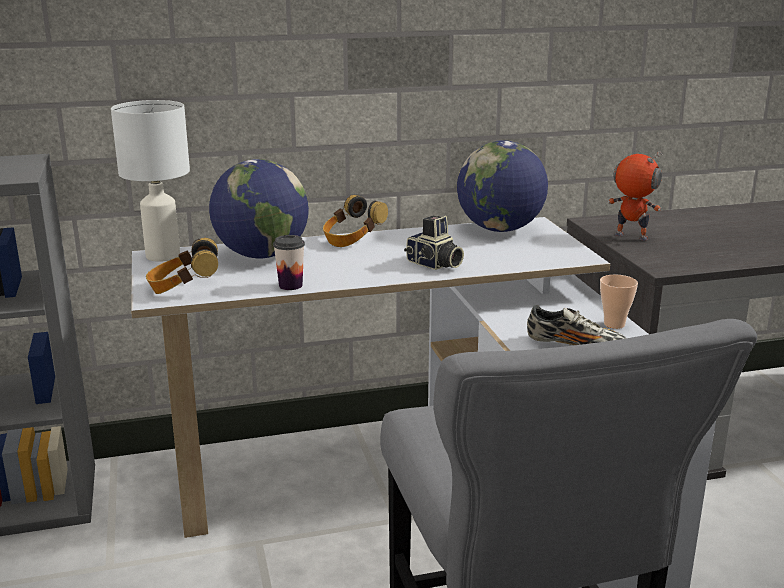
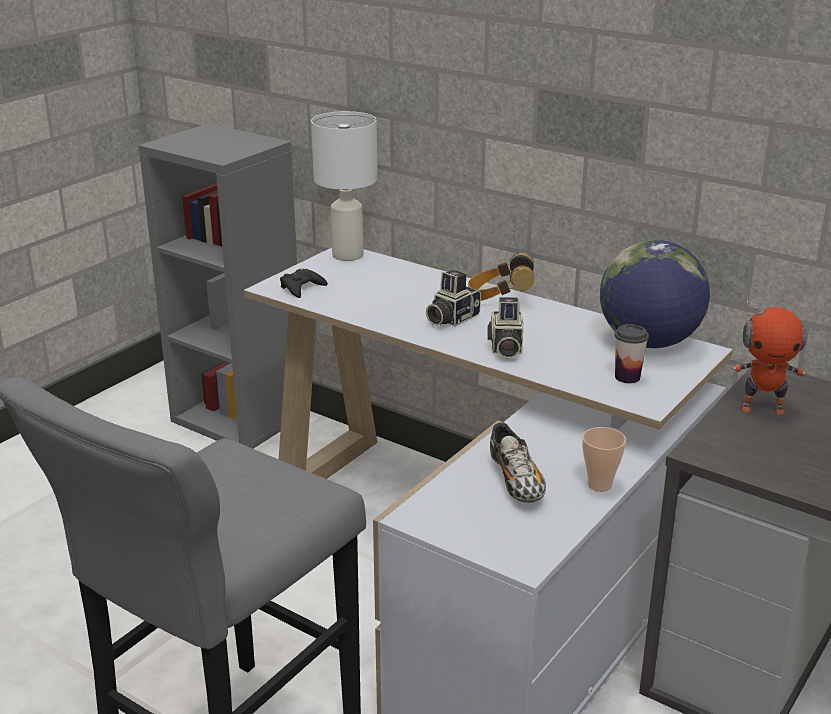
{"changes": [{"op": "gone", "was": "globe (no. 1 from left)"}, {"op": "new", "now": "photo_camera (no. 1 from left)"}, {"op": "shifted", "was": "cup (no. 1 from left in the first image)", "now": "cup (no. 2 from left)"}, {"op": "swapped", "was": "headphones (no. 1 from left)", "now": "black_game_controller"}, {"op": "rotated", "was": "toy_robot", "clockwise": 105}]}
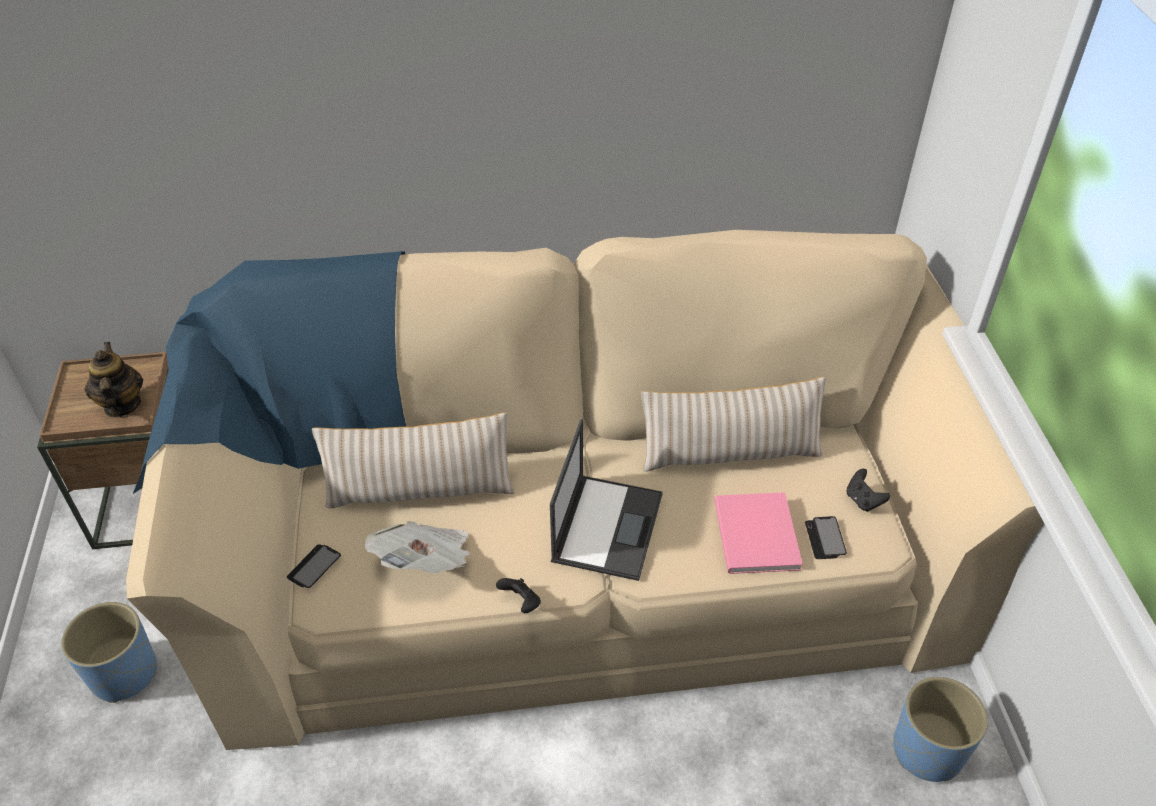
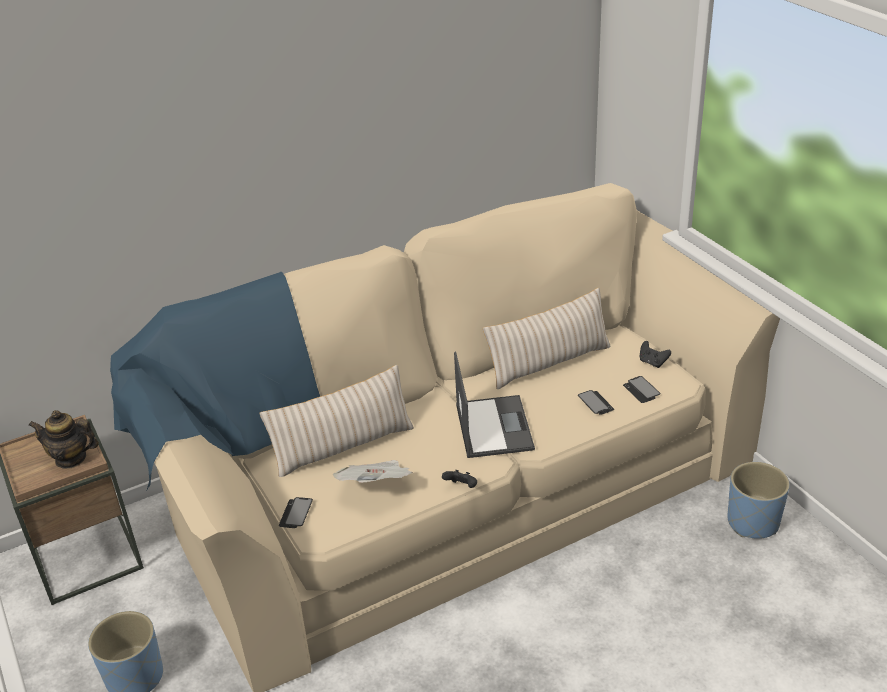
{"changes": [{"op": "swapped", "was": "pink_book", "now": "phone (no. 2 from left)"}, {"op": "rotated", "was": "teapot", "clockwise": -45}]}
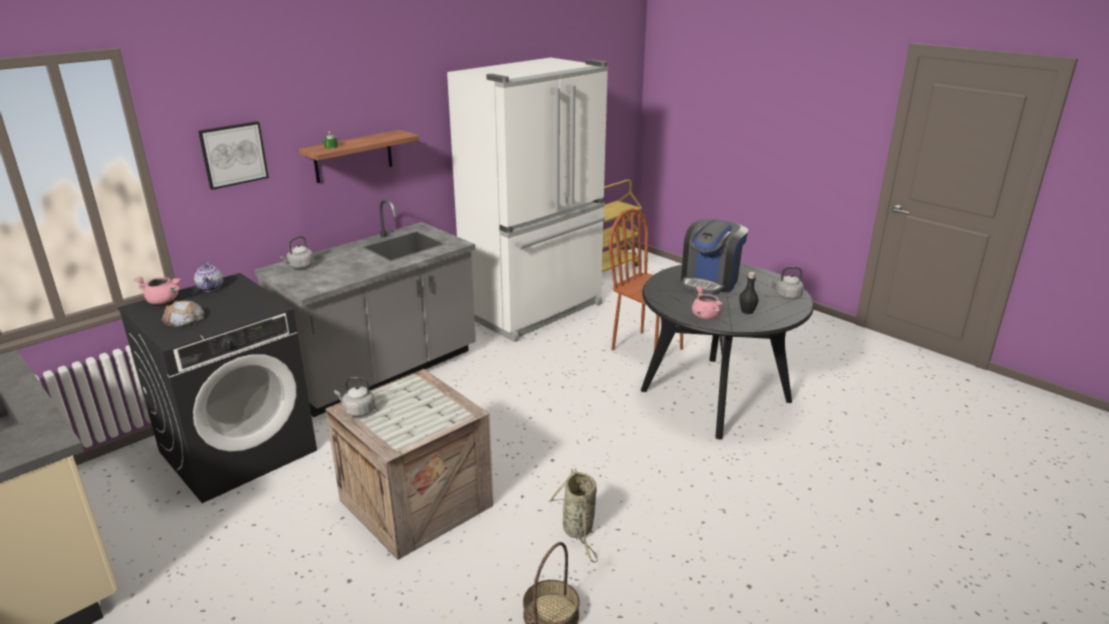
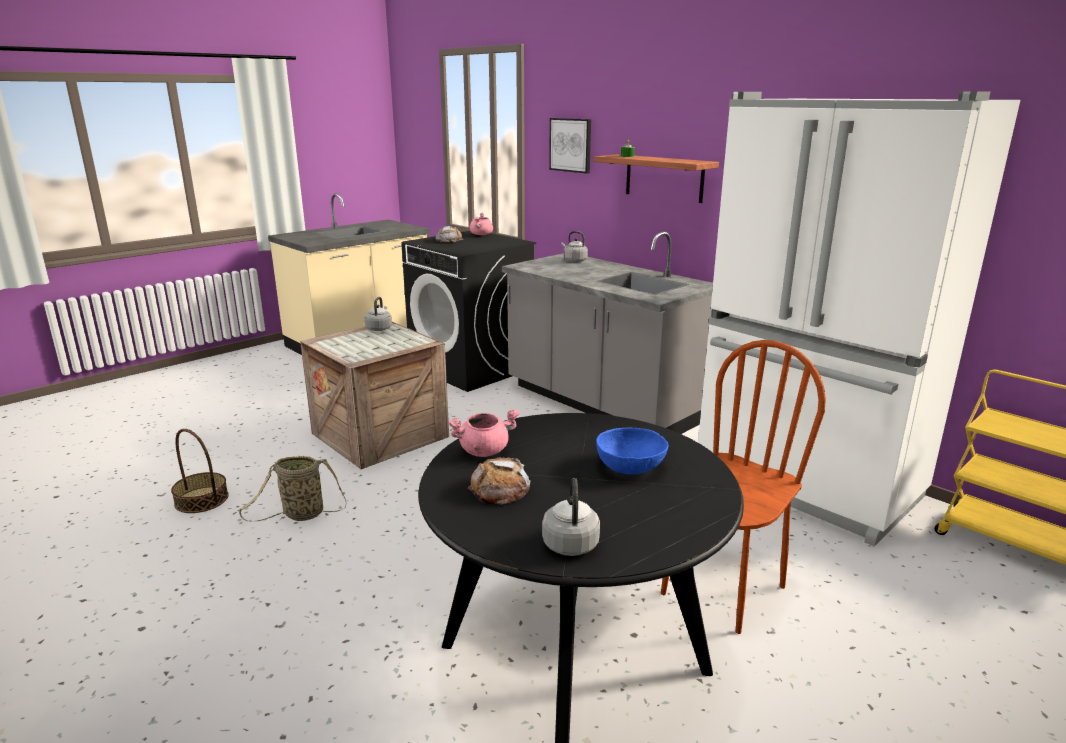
{"changes": [{"op": "gone", "was": "teapot"}, {"op": "swapped", "was": "coffee_machine", "now": "blue_bowl"}, {"op": "swapped", "was": "black_bottle", "now": "bread (no. 2 from left)"}]}
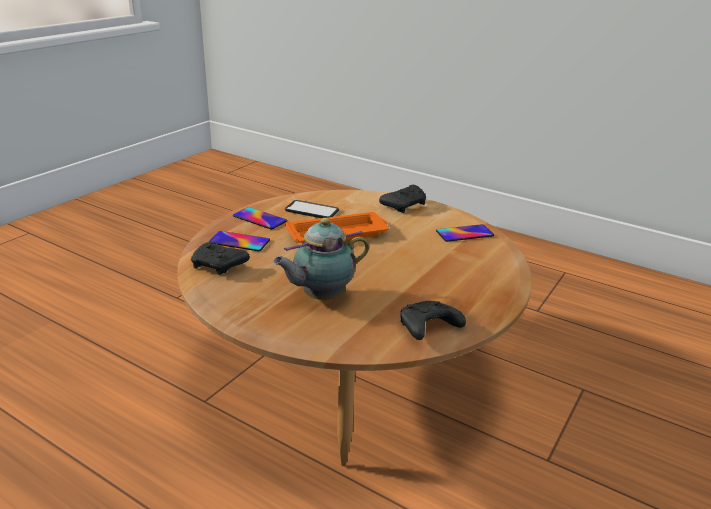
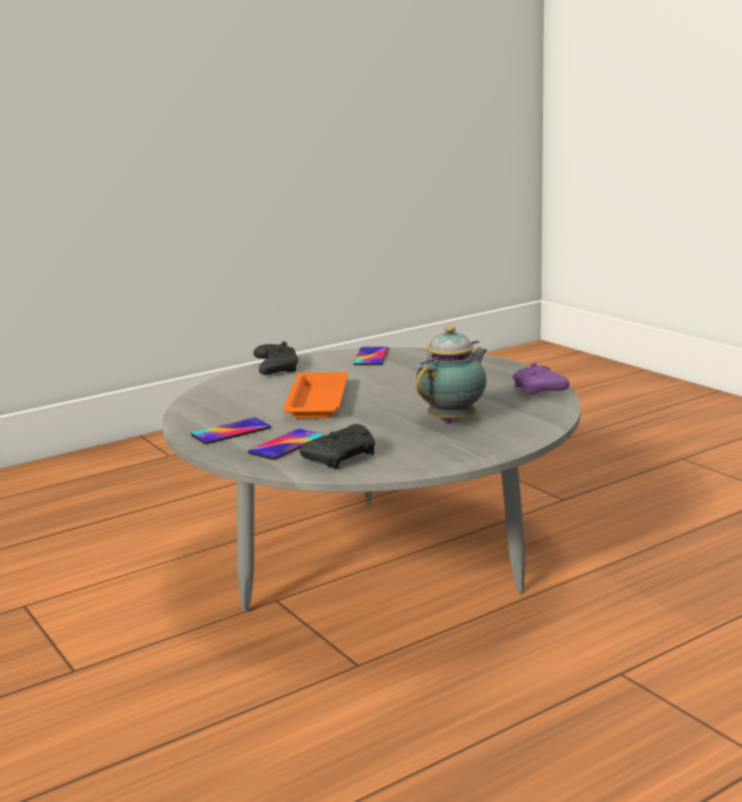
{"changes": [{"op": "gone", "was": "phone (no. 3 from left)"}, {"op": "repainted", "was": "brown_coffee_table", "now": "grey_coffee_table"}, {"op": "repainted", "was": "black_game_controller (no. 3 from left)", "now": "purple_game_controller"}, {"op": "rotated", "was": "teapot", "clockwise": -135}]}
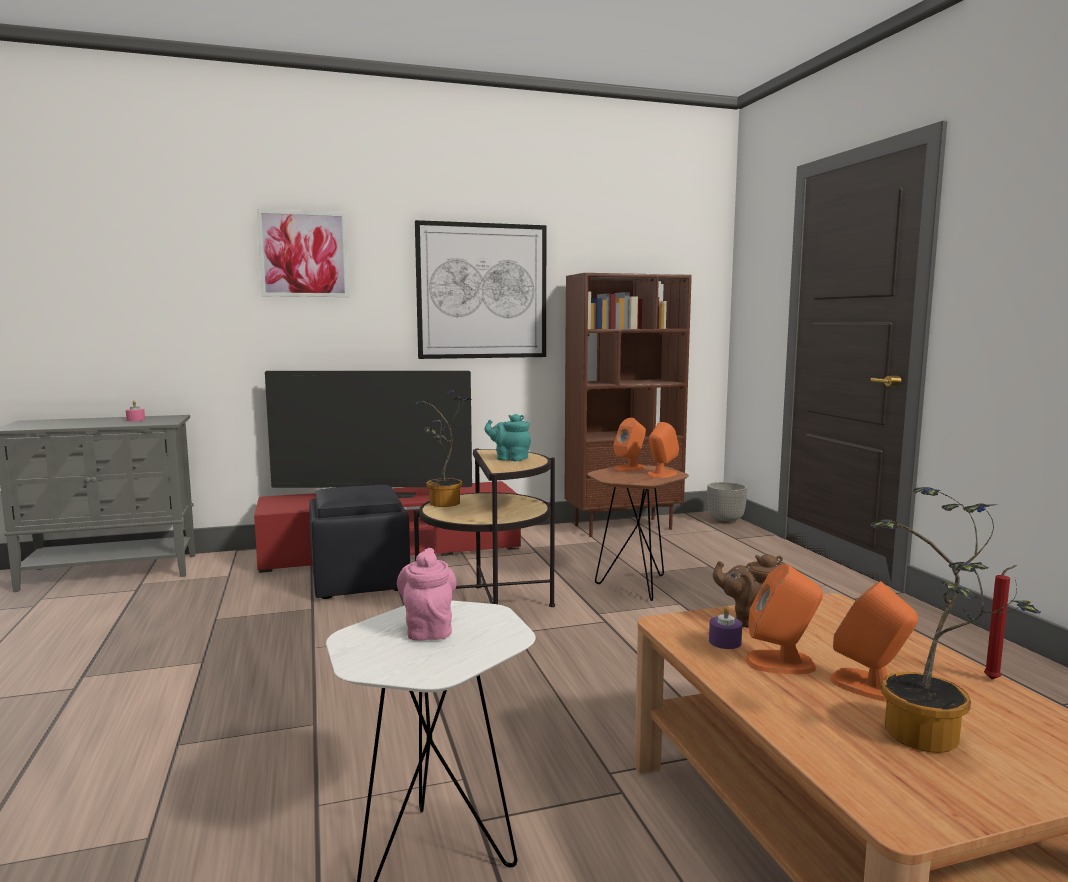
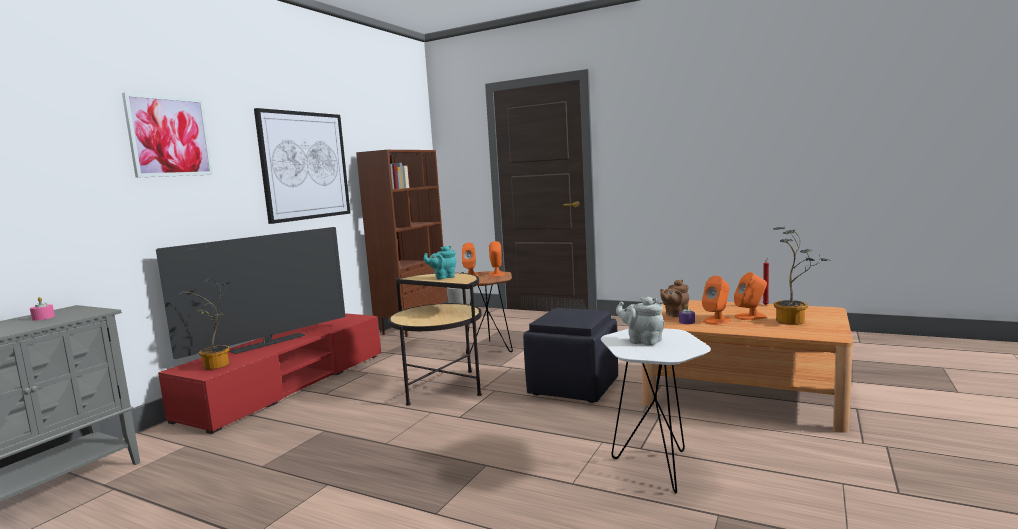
{"changes": [{"op": "shifted", "was": "black_ottoman"}, {"op": "shifted", "was": "potted_plant (no. 1 from left)"}, {"op": "repainted", "was": "pink_teapot", "now": "grey_teapot"}]}
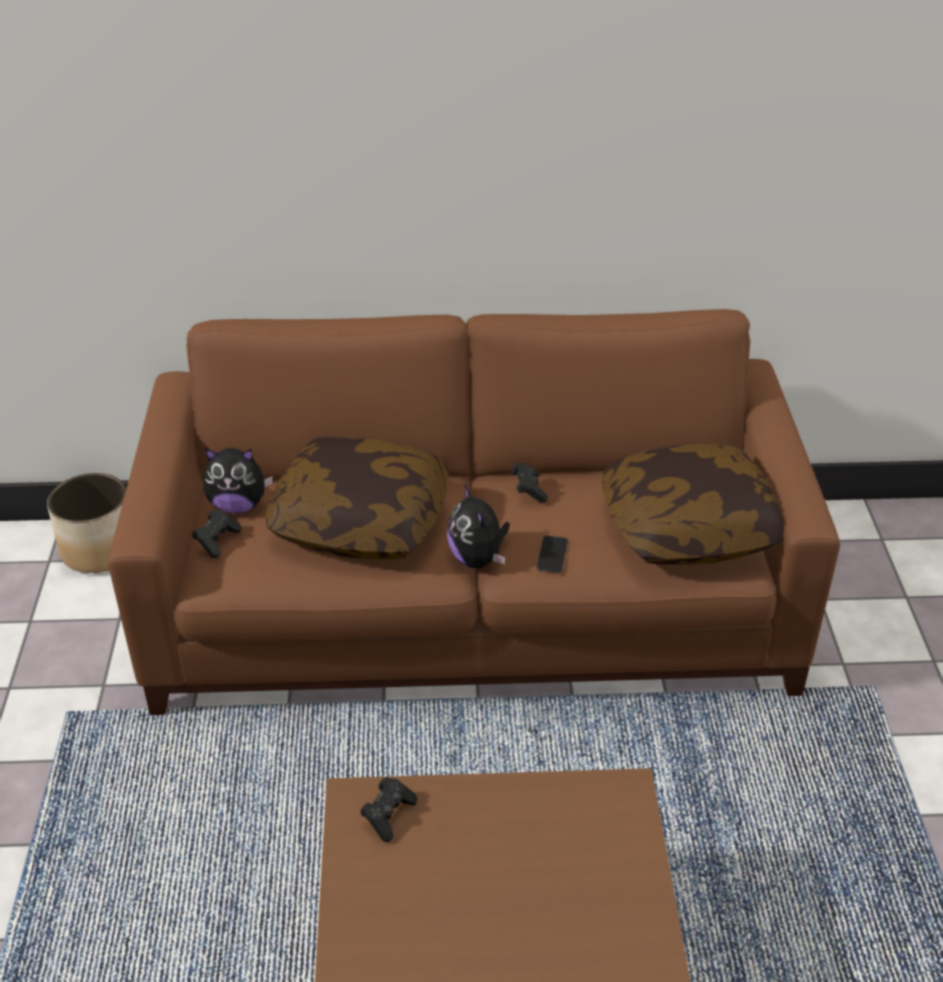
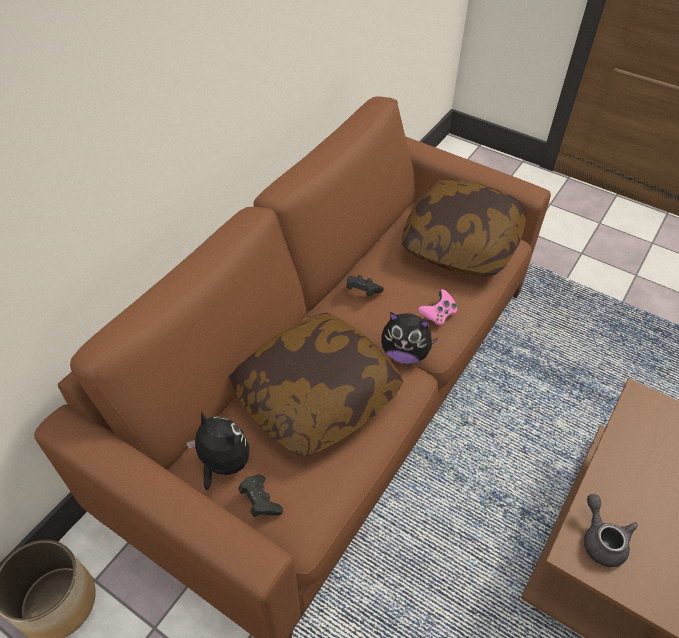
{"changes": [{"op": "swapped", "was": "black_game_controller (no. 2 from left)", "now": "grey_teapot"}, {"op": "swapped", "was": "phone", "now": "pink_game_controller"}, {"op": "rotated", "was": "plush_toy (no. 1 from left)", "clockwise": -90}]}
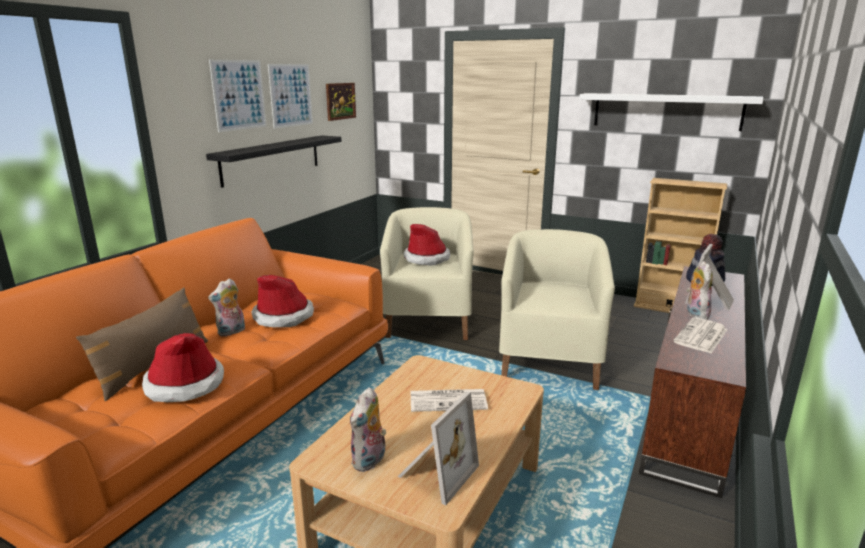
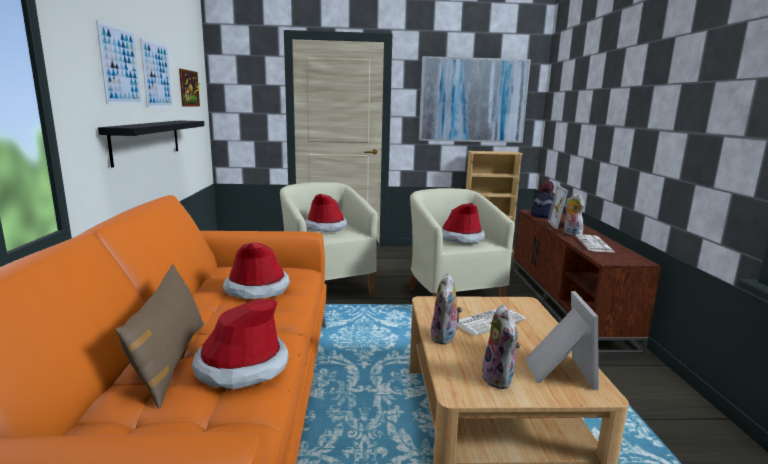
{"changes": [{"op": "new", "now": "hat (no. 4 from left)"}, {"op": "shifted", "was": "plush_toy (no. 1 from left)"}, {"op": "swapped", "was": "white_shelf", "now": "picture (no. 4 from left)"}]}
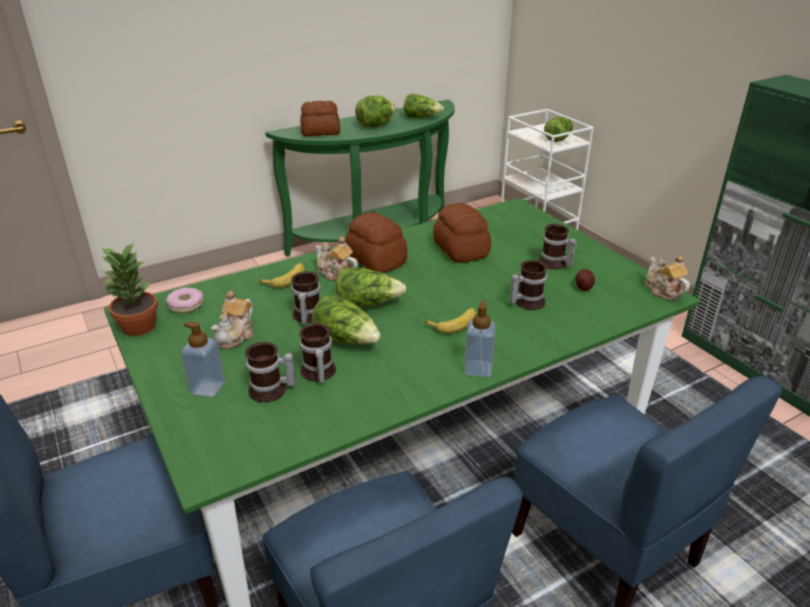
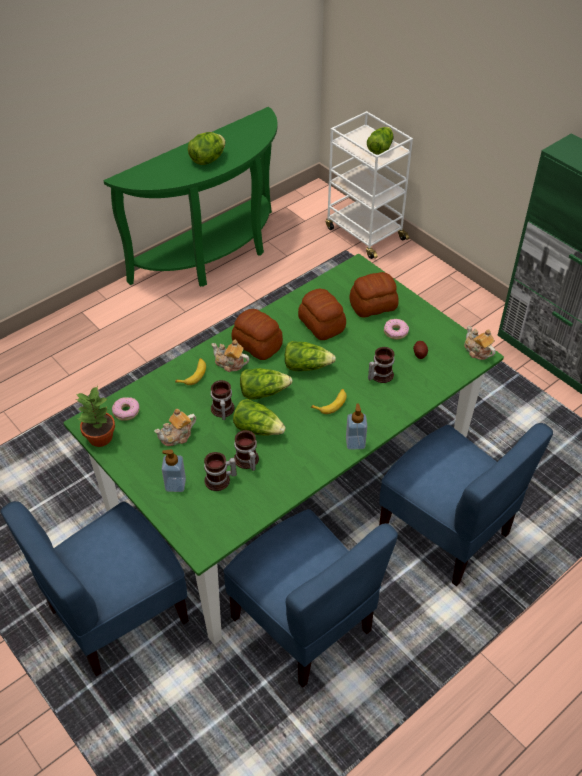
{"changes": [{"op": "shifted", "was": "bread (no. 1 from left in the first image)", "now": "bread (no. 3 from left)"}, {"op": "shifted", "was": "lettuce (no. 4 from left)"}, {"op": "swapped", "was": "mug (no. 5 from left)", "now": "donut (no. 2 from left)"}, {"op": "rotated", "was": "teapot (no. 1 from left)", "clockwise": 45}]}
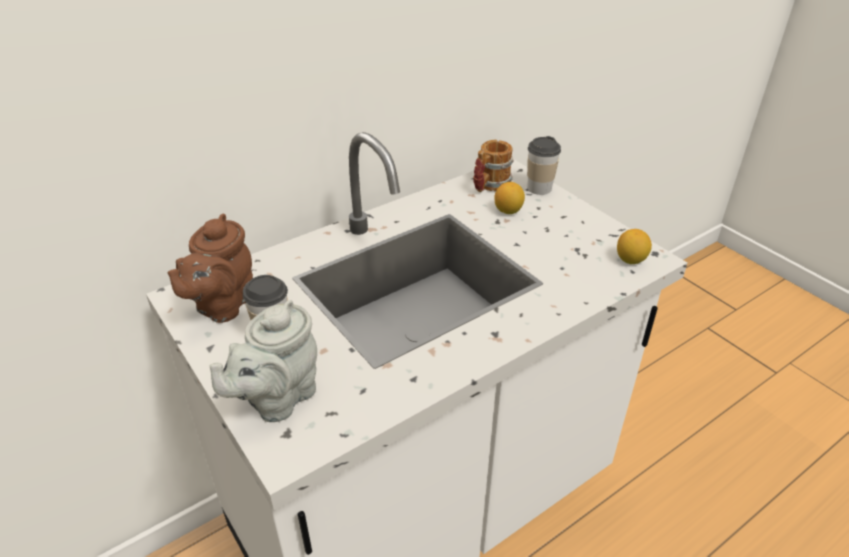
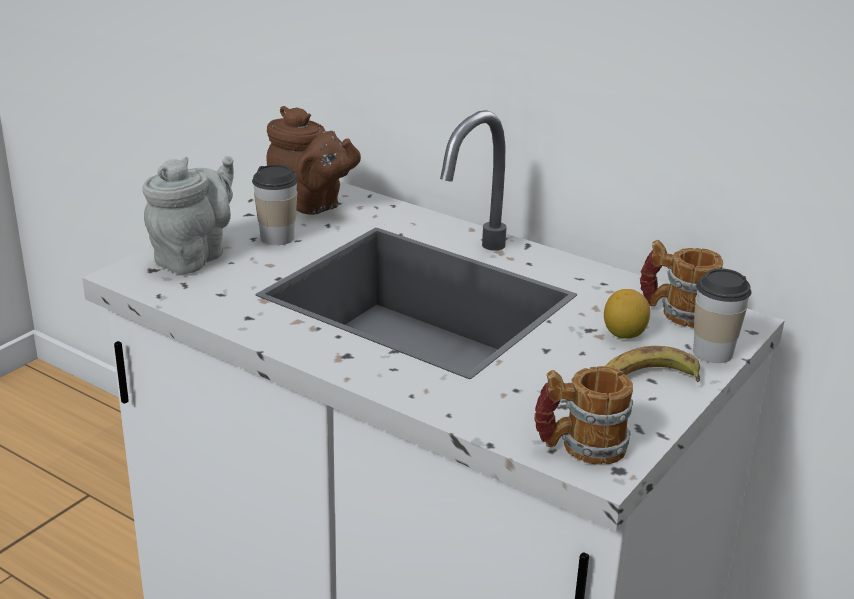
{"changes": [{"op": "new", "now": "banana"}, {"op": "swapped", "was": "lemon (no. 2 from left)", "now": "mug (no. 1 from left)"}, {"op": "rotated", "was": "brown_teapot", "clockwise": -150}, {"op": "rotated", "was": "grey_teapot", "clockwise": 105}]}
